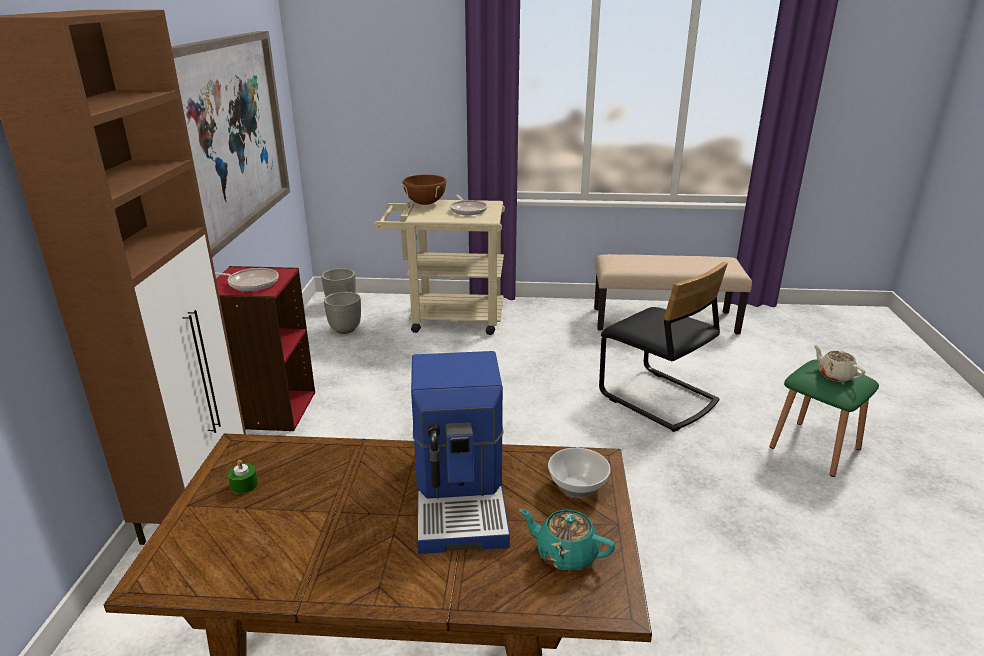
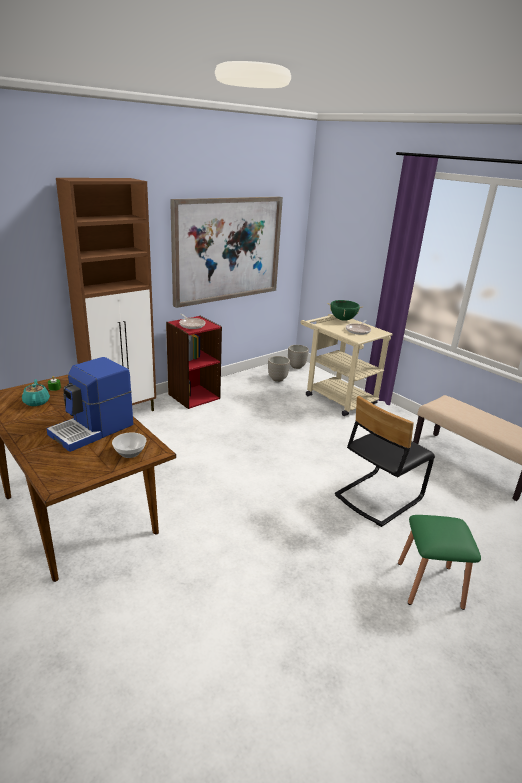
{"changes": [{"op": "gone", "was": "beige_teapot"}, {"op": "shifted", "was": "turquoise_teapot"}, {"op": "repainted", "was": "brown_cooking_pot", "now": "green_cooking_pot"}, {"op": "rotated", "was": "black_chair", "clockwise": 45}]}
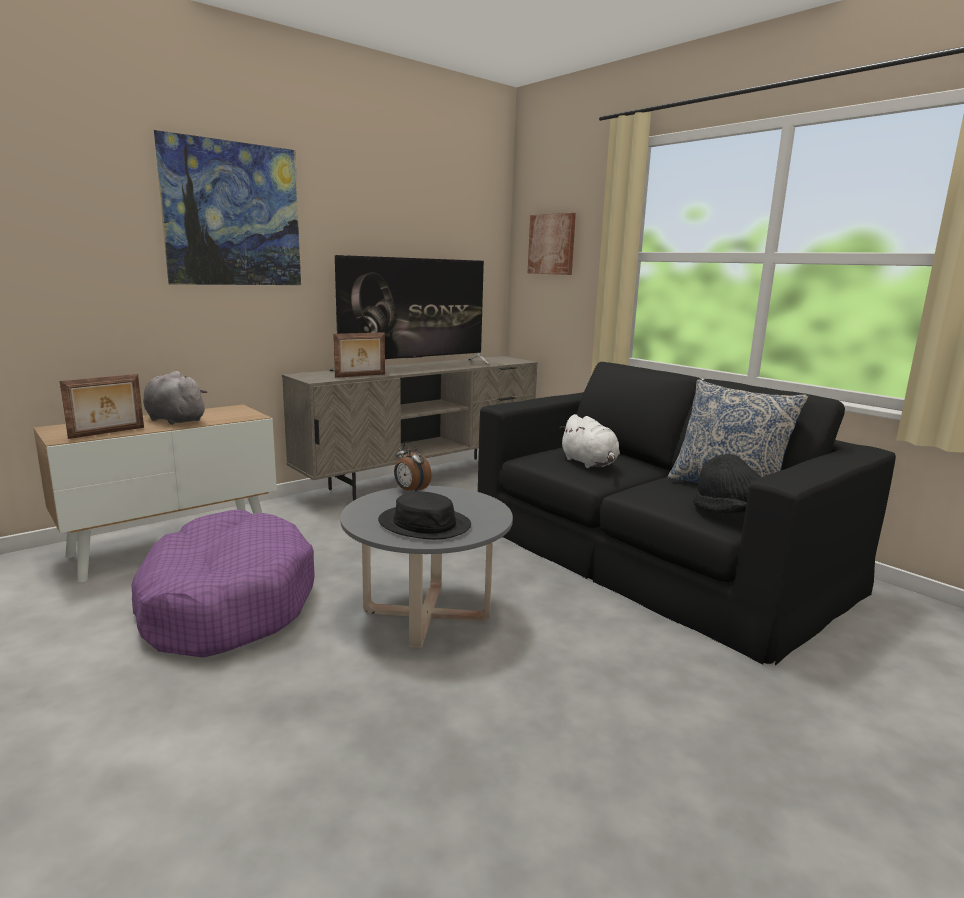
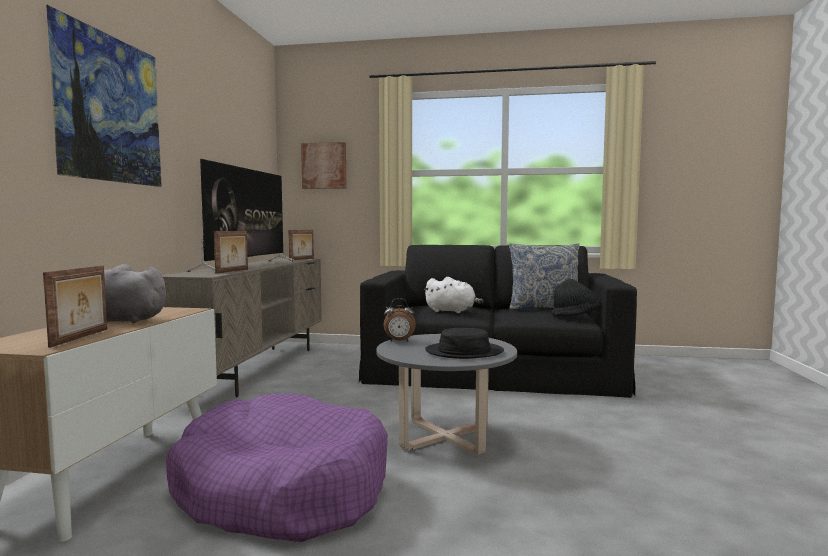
{"changes": [{"op": "new", "now": "picture_frame (no. 3 from left)"}]}
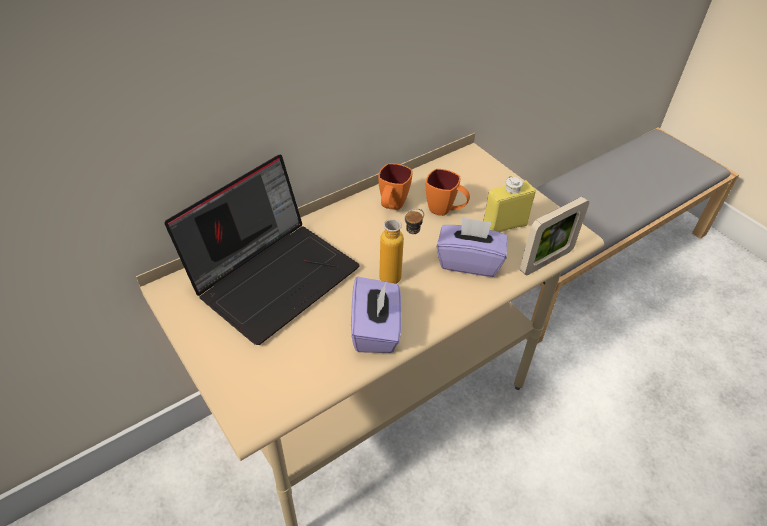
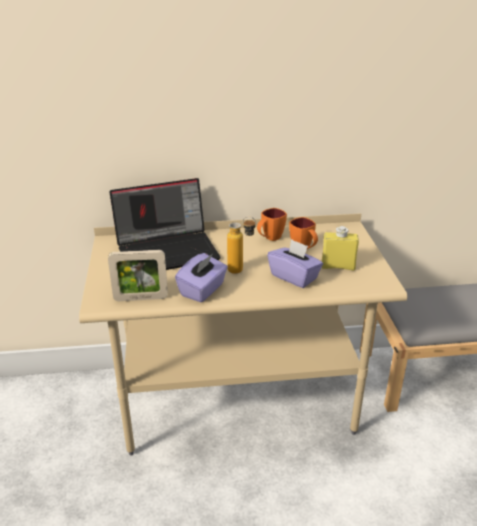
{"changes": [{"op": "shifted", "was": "picture_frame"}]}
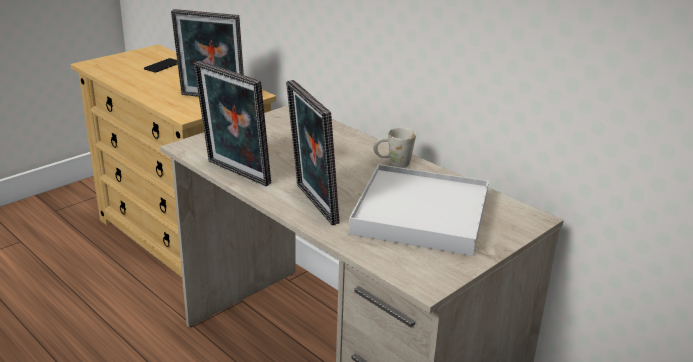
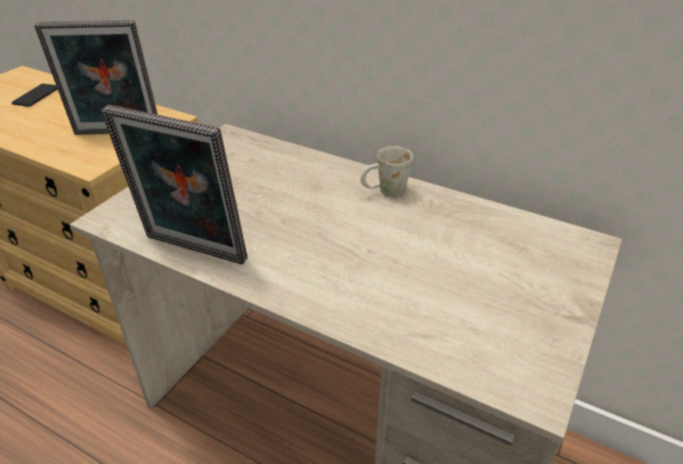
{"changes": [{"op": "gone", "was": "picture_frame (no. 3 from left)"}, {"op": "gone", "was": "white_tray"}]}
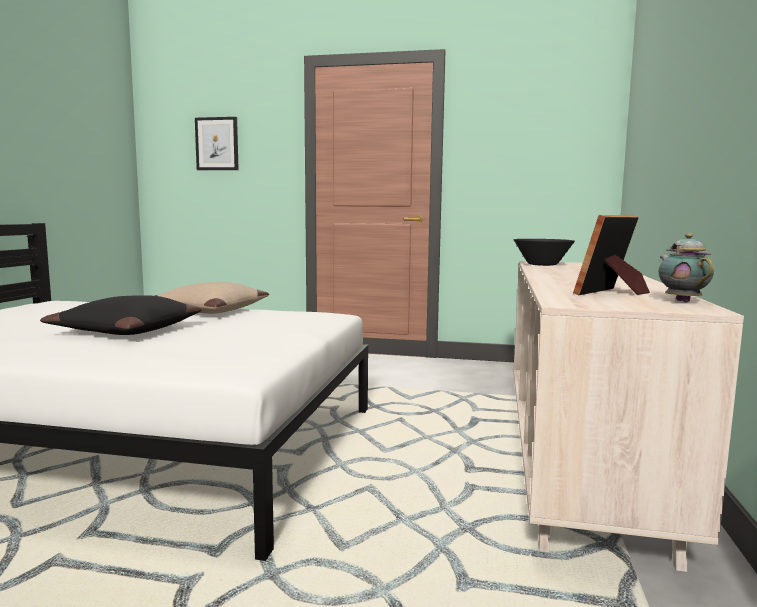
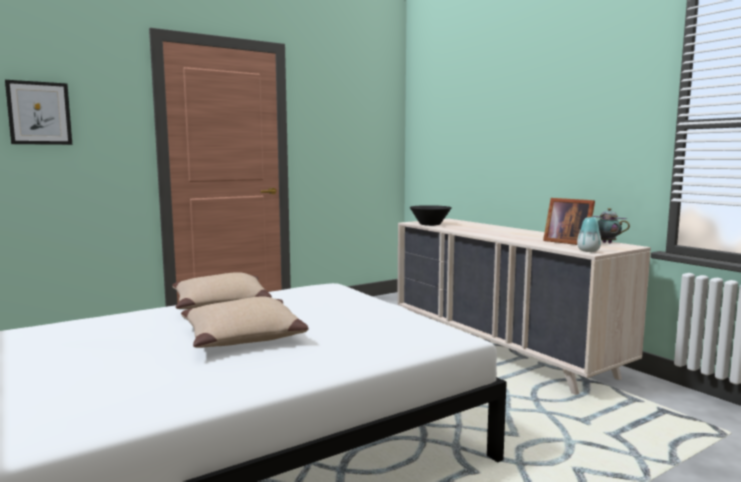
{"changes": [{"op": "new", "now": "vase"}, {"op": "repainted", "was": "black_pillow", "now": "beige_pillow (no. 2 from left)"}, {"op": "rotated", "was": "picture_frame", "clockwise": -45}]}
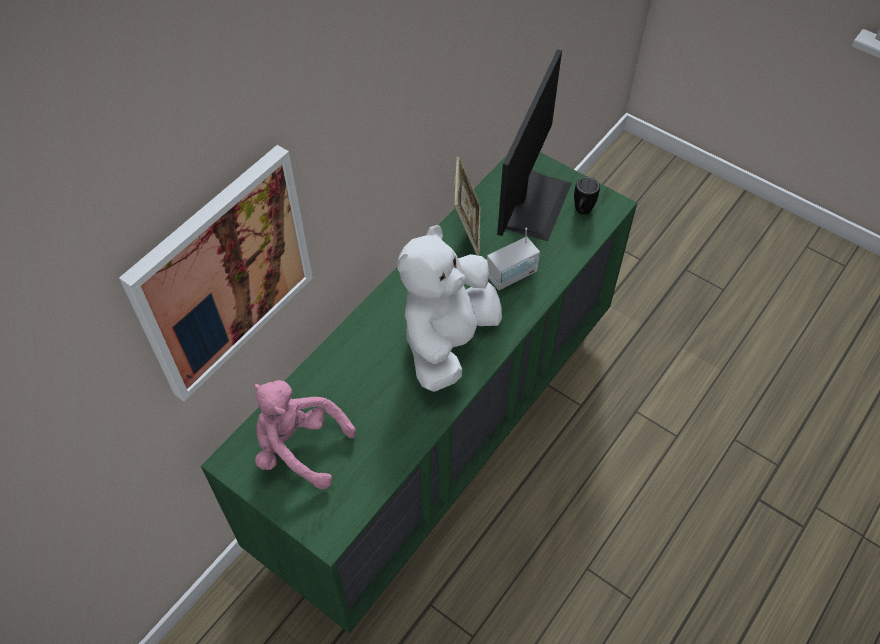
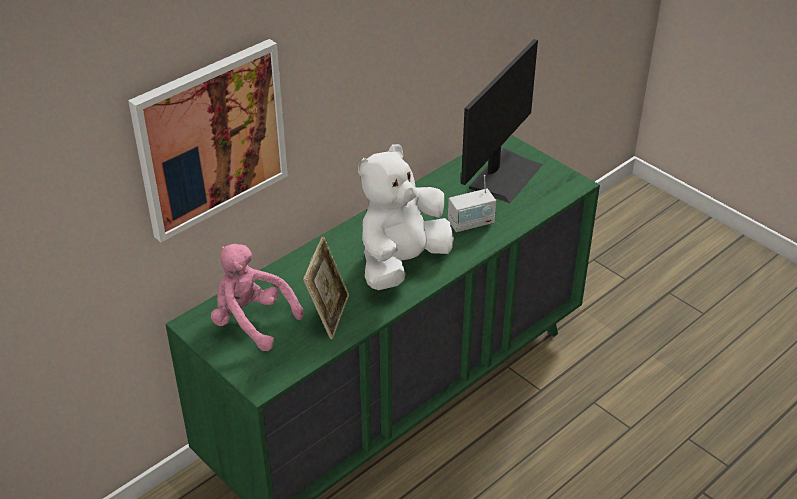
{"changes": [{"op": "gone", "was": "black_mug"}, {"op": "shifted", "was": "picture_frame"}]}
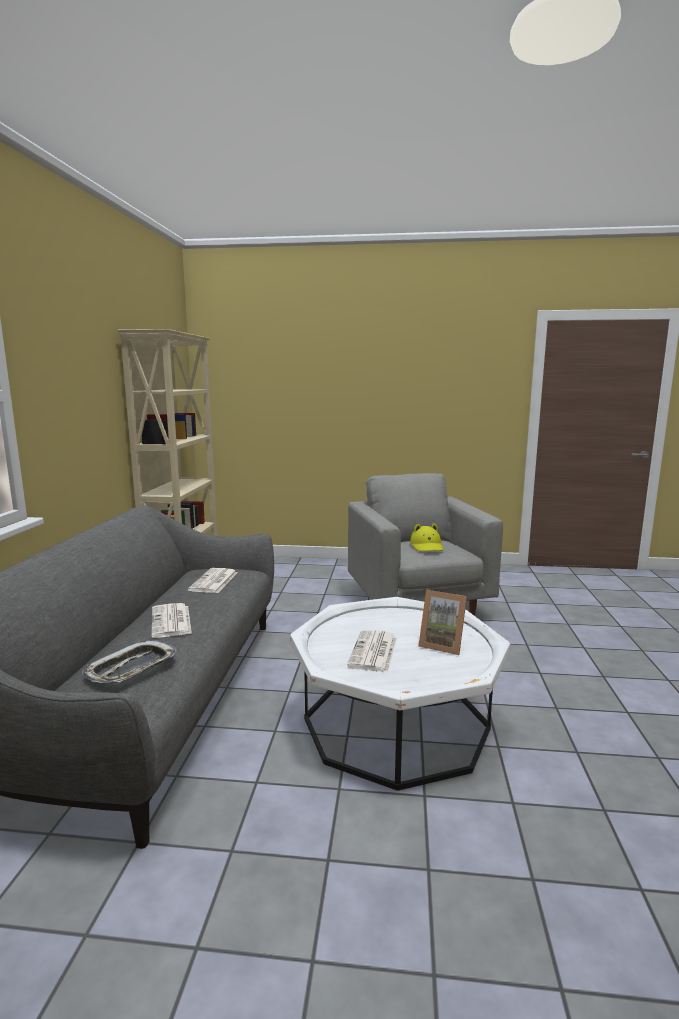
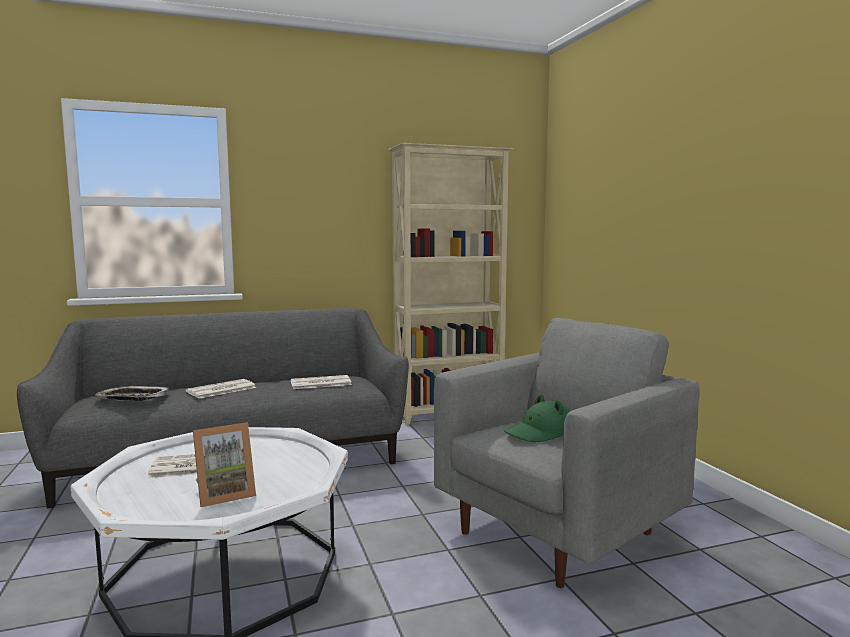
{"changes": [{"op": "repainted", "was": "yellow_hat", "now": "green_hat"}, {"op": "rotated", "was": "picture_frame", "clockwise": -120}]}
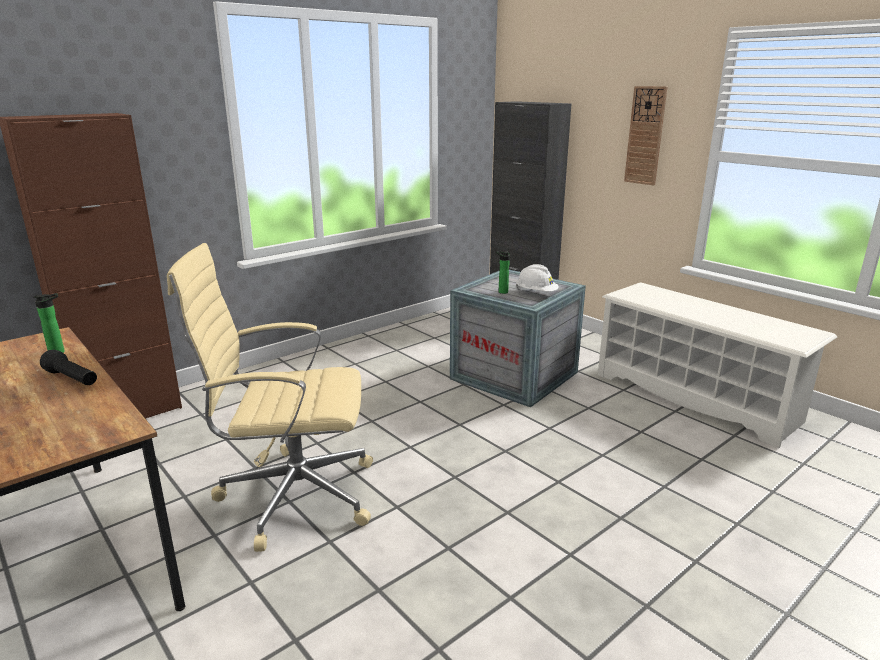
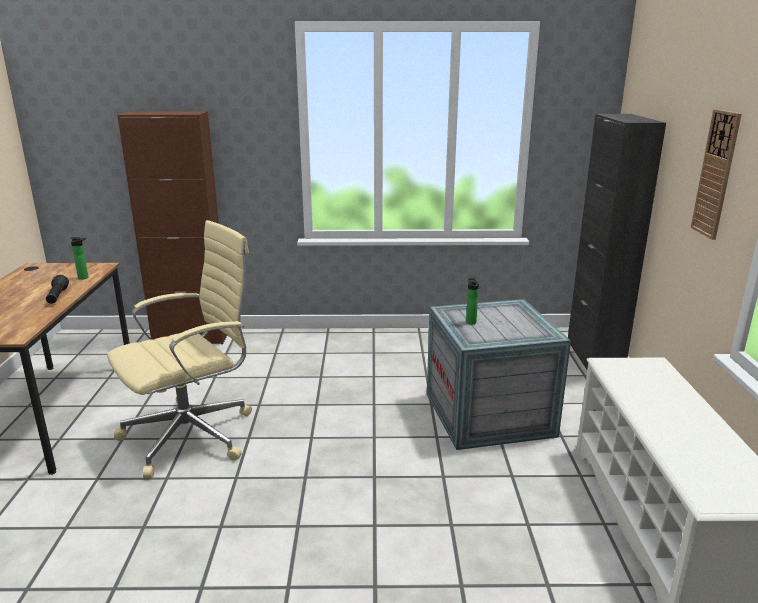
{"changes": [{"op": "gone", "was": "white_hard_hat"}, {"op": "rotated", "was": "beige_office_chair", "clockwise": 105}]}
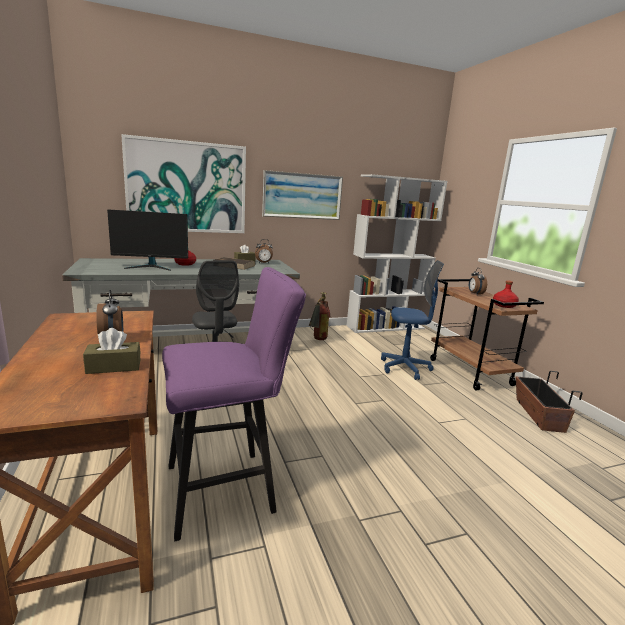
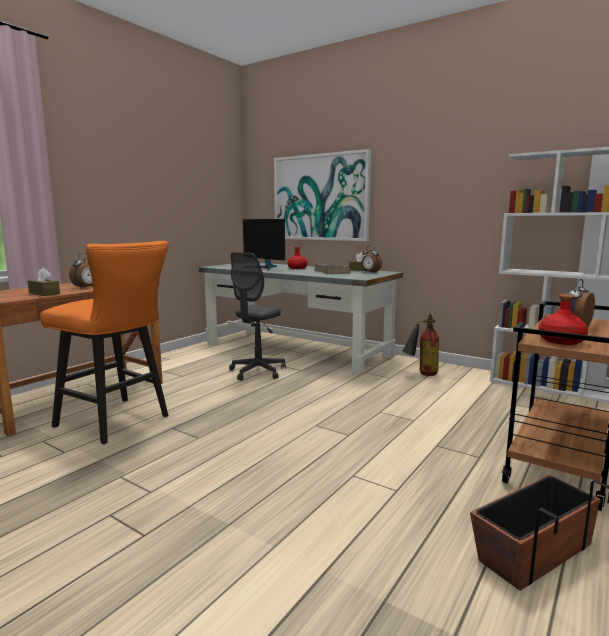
{"changes": [{"op": "gone", "was": "picture (no. 2 from left)"}, {"op": "gone", "was": "blue_office_chair"}, {"op": "repainted", "was": "purple_stool", "now": "orange_stool"}]}
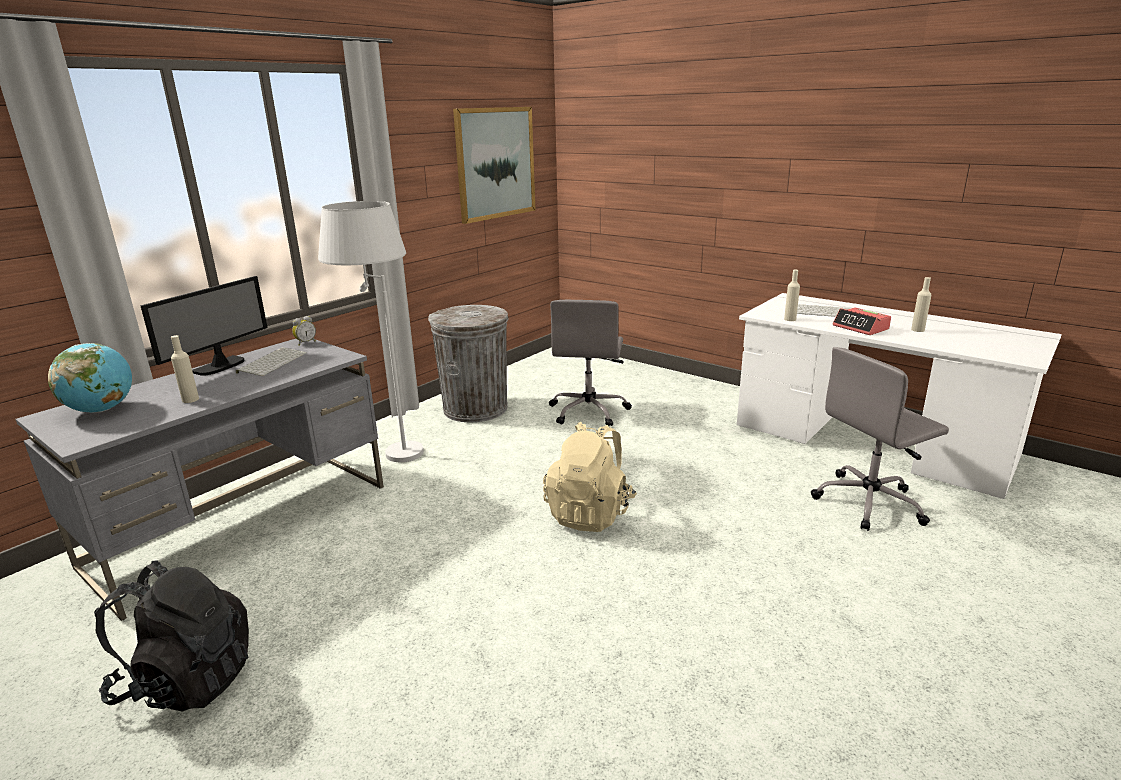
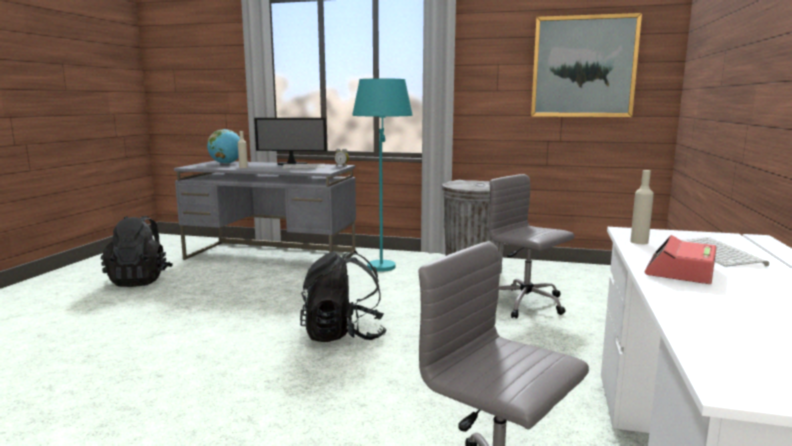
{"changes": [{"op": "gone", "was": "beige_bottle (no. 3 from left)"}, {"op": "repainted", "was": "white_floor_lamp", "now": "turquoise_floor_lamp"}, {"op": "repainted", "was": "beige_backpack", "now": "black_backpack (no. 2 from left)"}, {"op": "rotated", "was": "grey_office_chair (no. 1 from left in the first image)", "clockwise": 60}]}
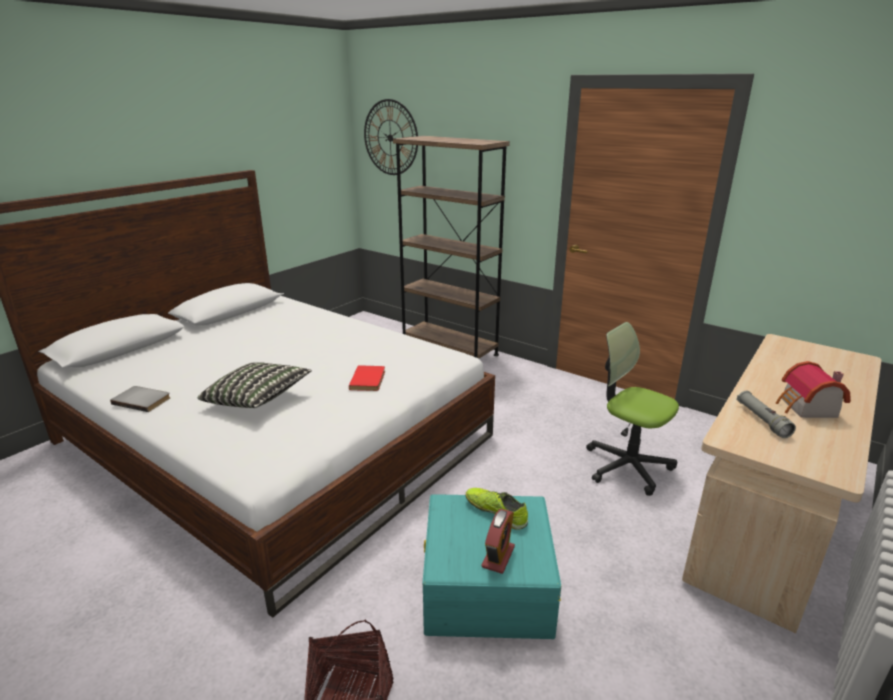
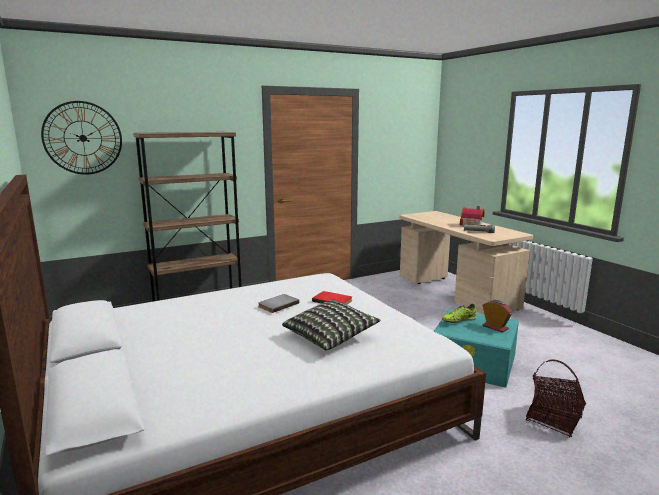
{"changes": [{"op": "gone", "was": "office_chair"}, {"op": "shifted", "was": "grey_book"}]}
